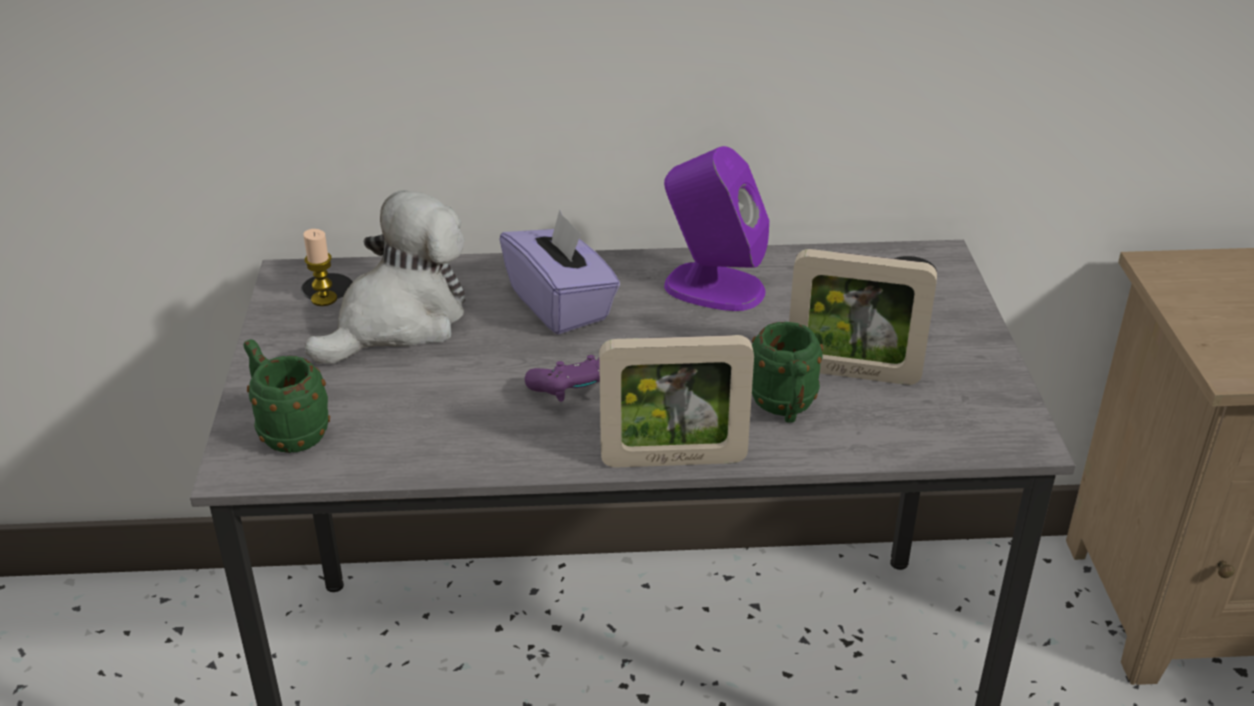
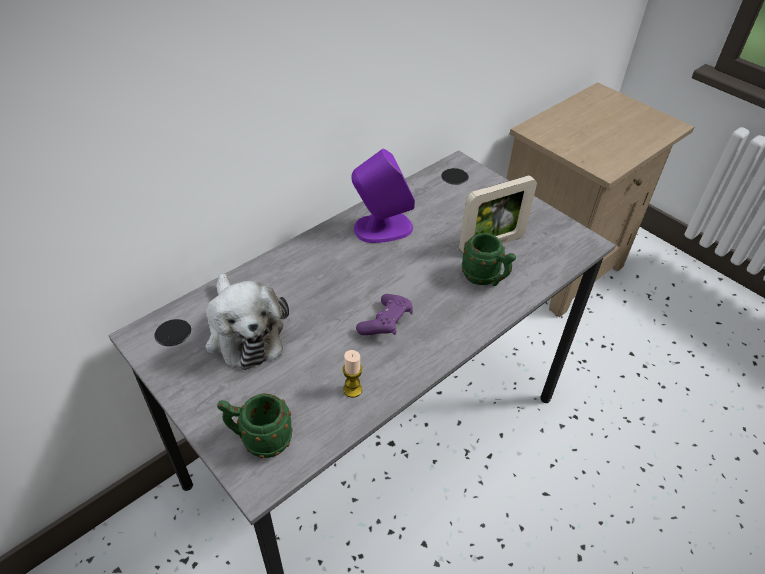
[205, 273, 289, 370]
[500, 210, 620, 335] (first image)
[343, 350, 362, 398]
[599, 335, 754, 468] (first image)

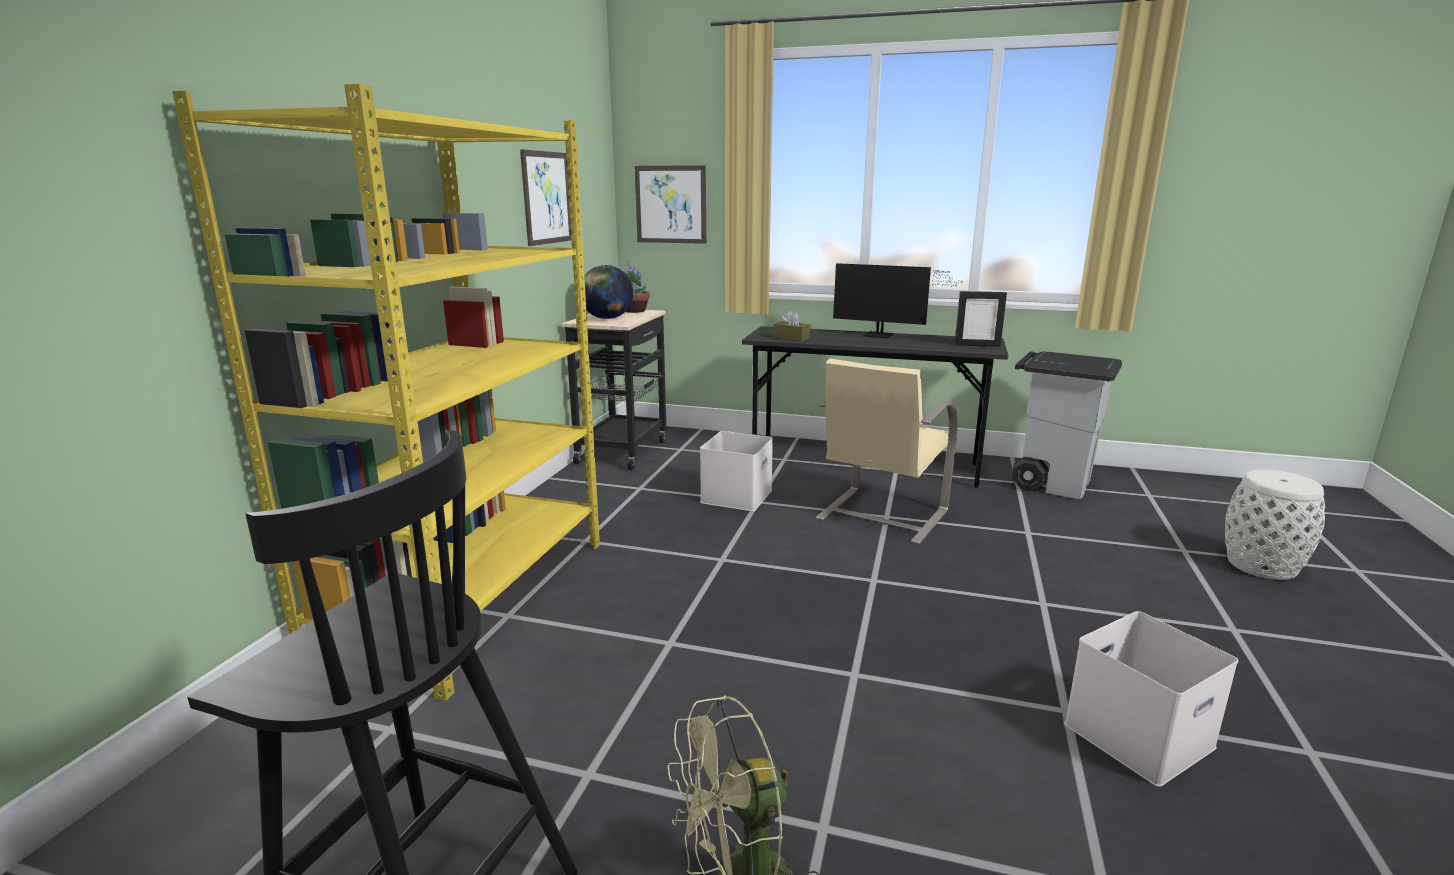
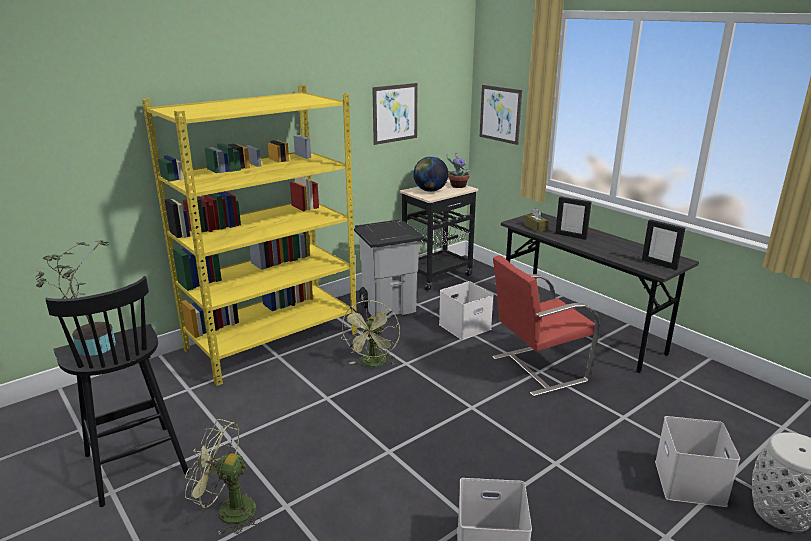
[833, 263, 959, 338] (first image)
[354, 220, 424, 318]
[492, 255, 600, 397]
[555, 197, 591, 240]
[35, 240, 116, 356]
[341, 300, 400, 367]
[655, 416, 740, 507]

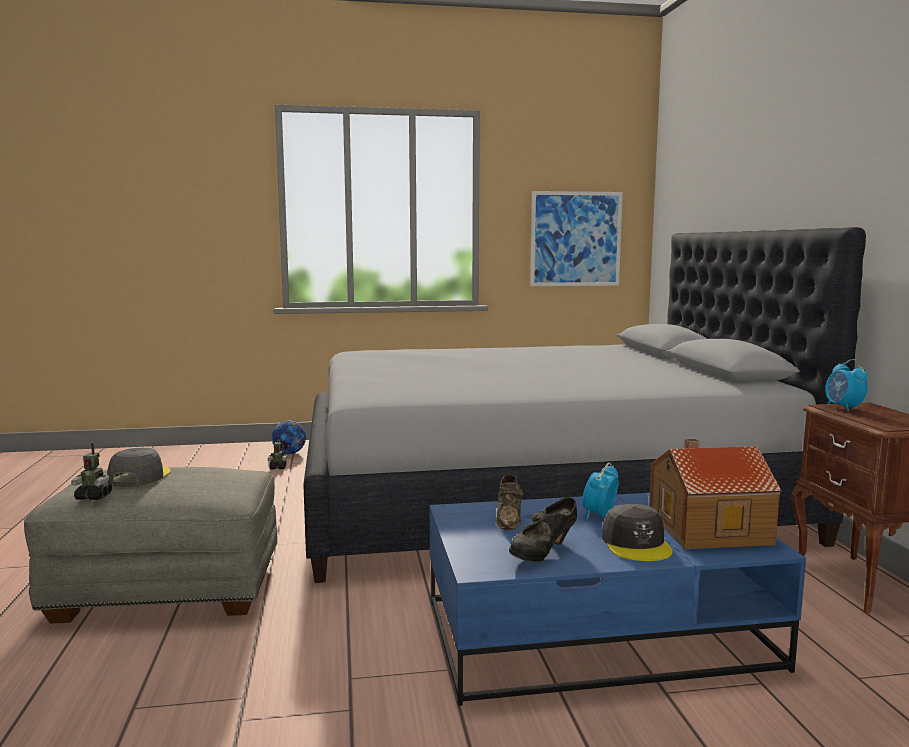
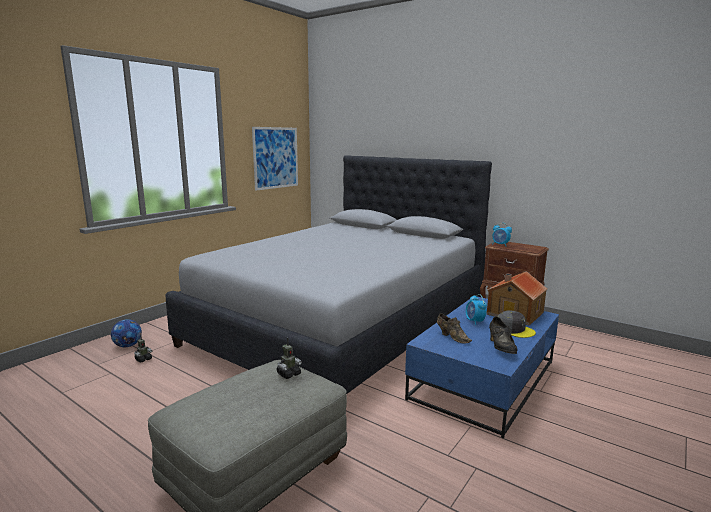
[276, 338, 302, 379]
[107, 448, 171, 487] (first image)

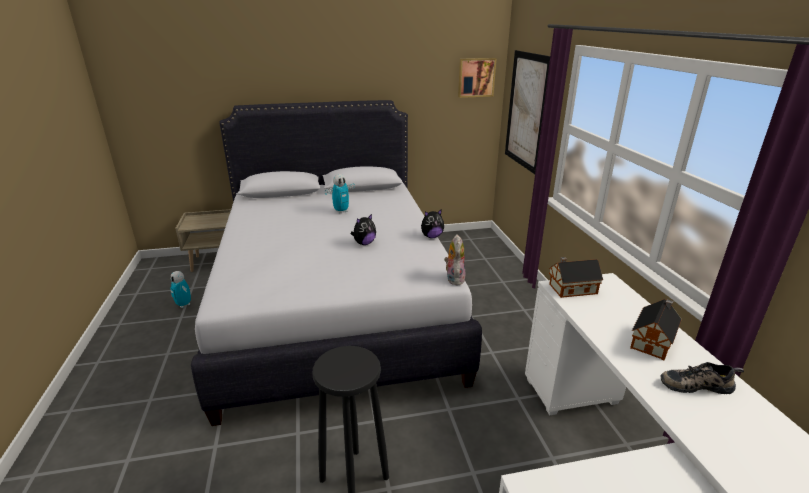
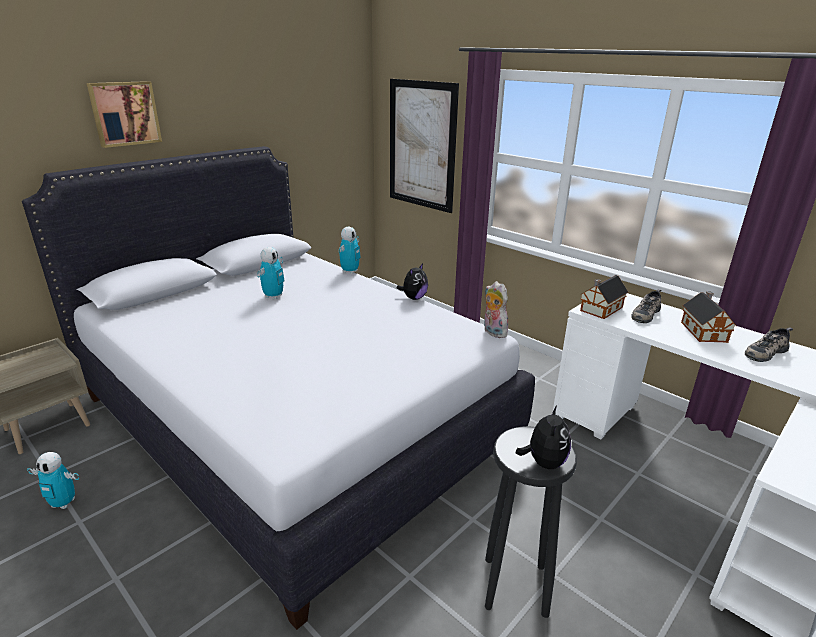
[87, 81, 162, 148]
[516, 405, 571, 469]
[339, 227, 361, 274]
[631, 289, 661, 323]

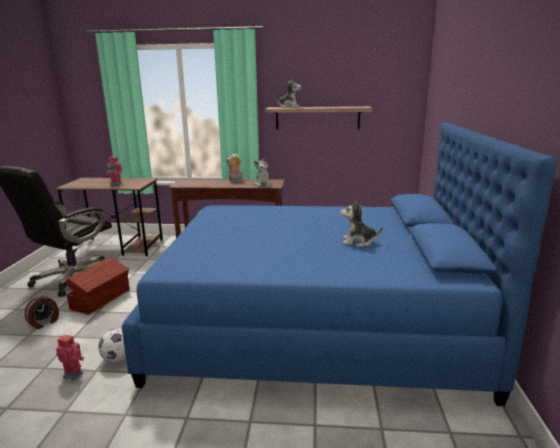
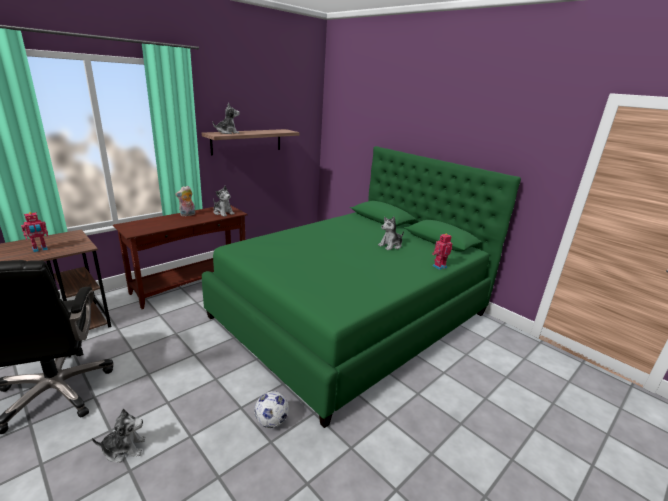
[202, 146, 521, 428]
[66, 257, 130, 315] (first image)
[92, 409, 146, 463]
[432, 233, 452, 270]

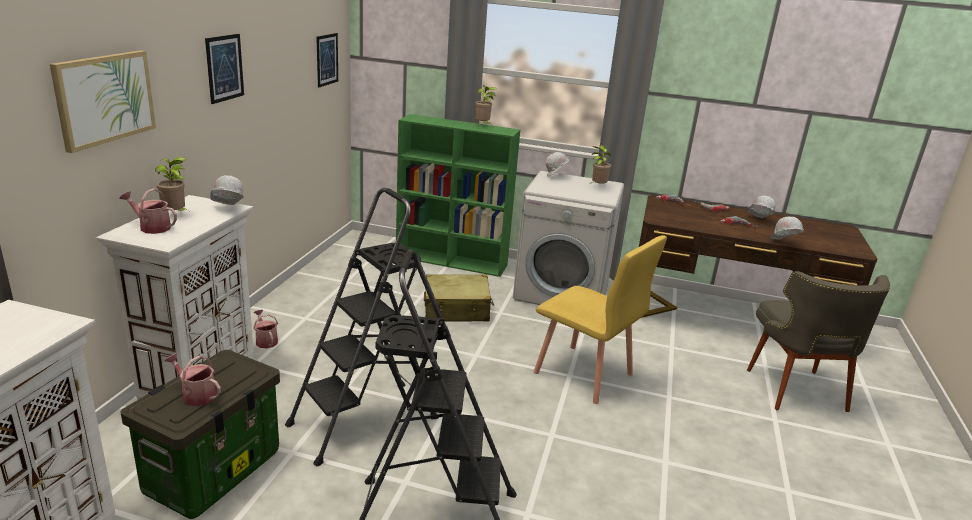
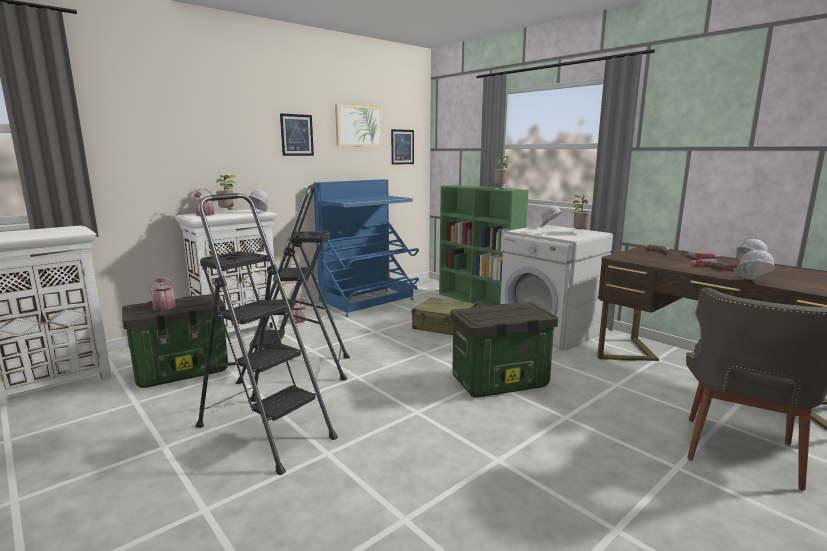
[335, 104, 382, 146]
[450, 302, 558, 398]
[313, 179, 419, 317]

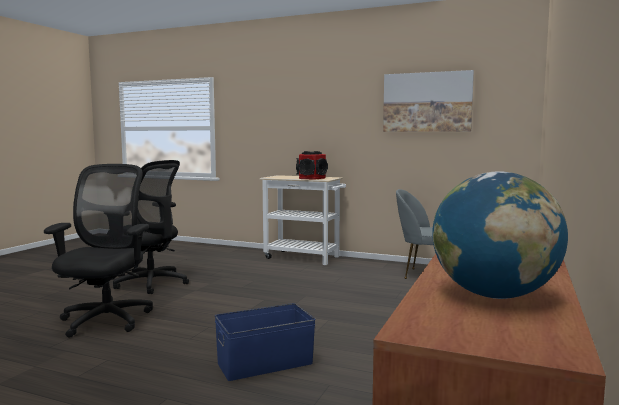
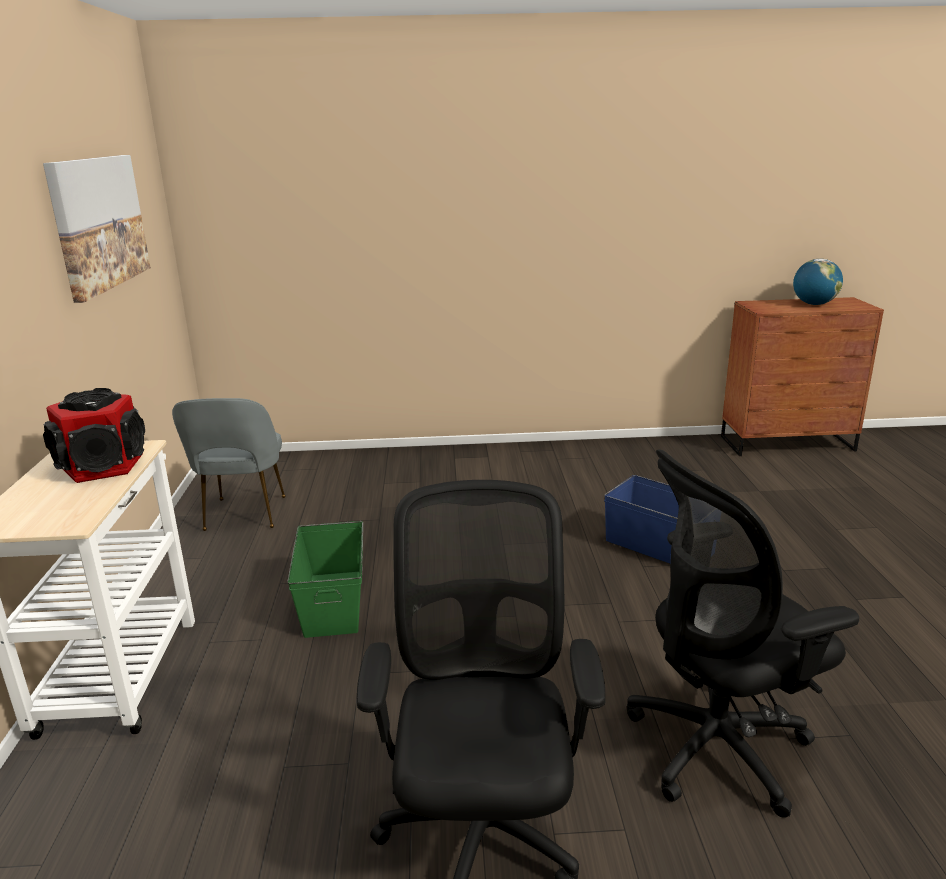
[287, 521, 363, 638]

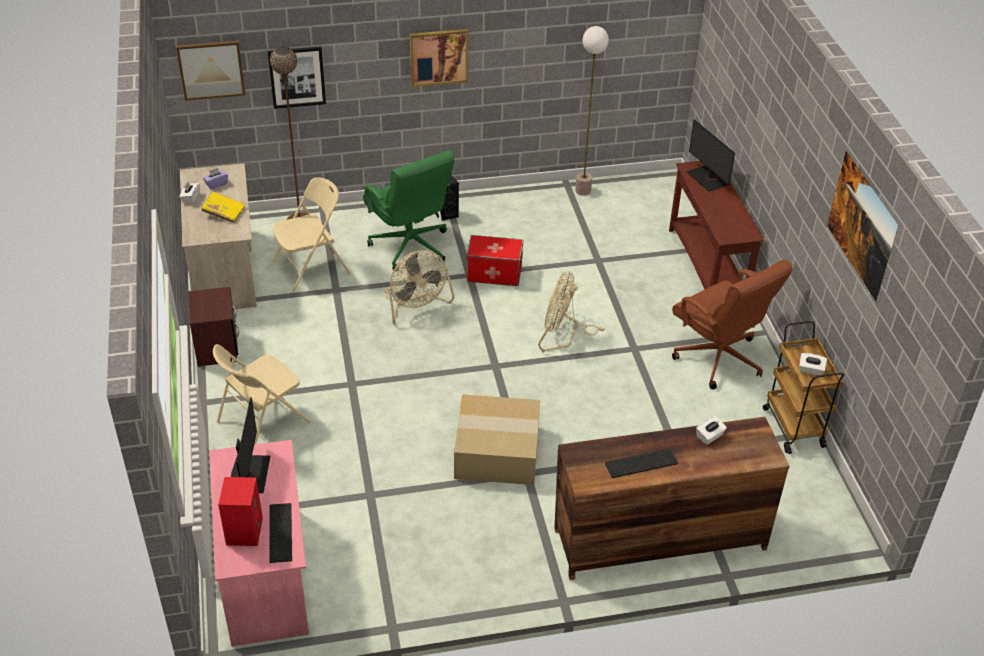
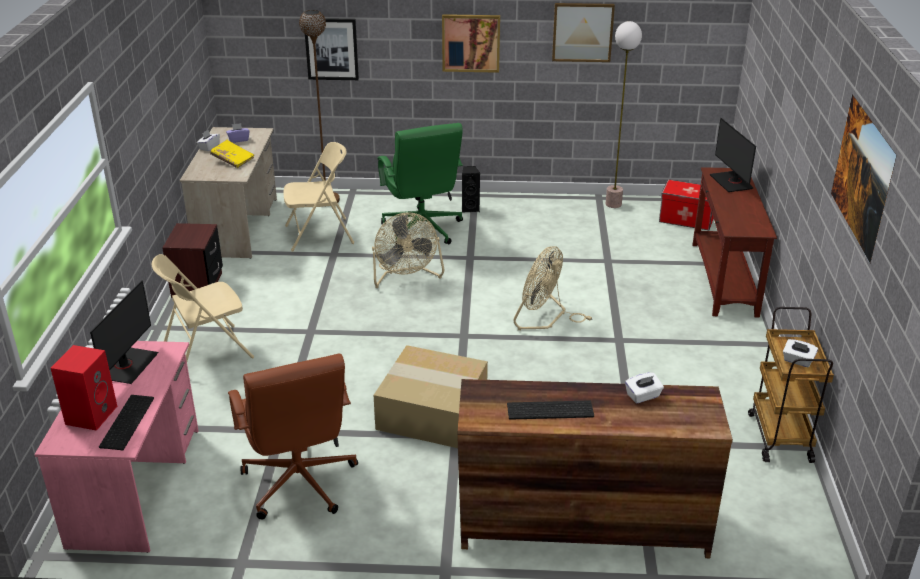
[552, 3, 615, 62]
[659, 179, 714, 230]
[228, 354, 358, 520]

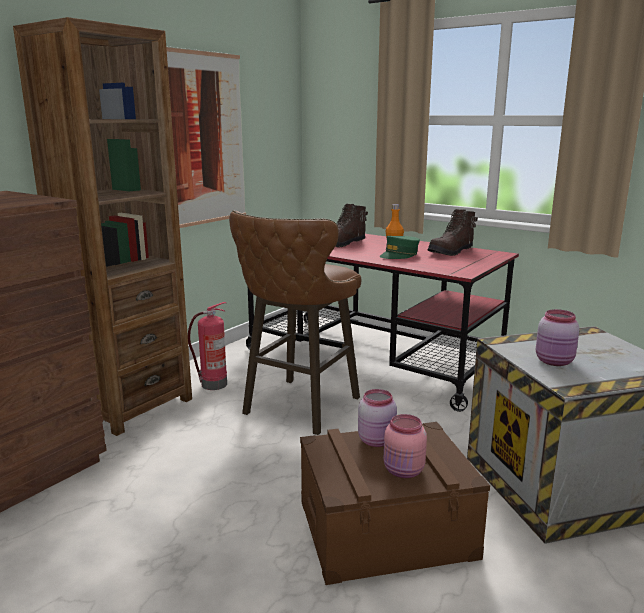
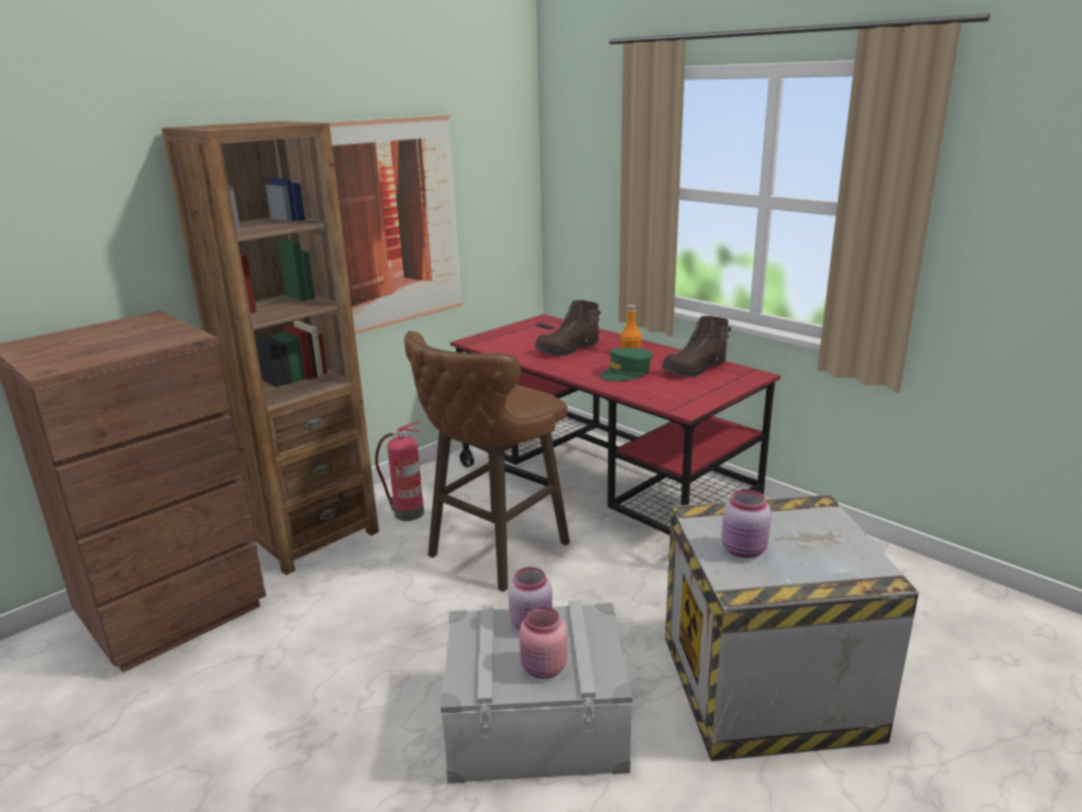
[441, 600, 633, 784]

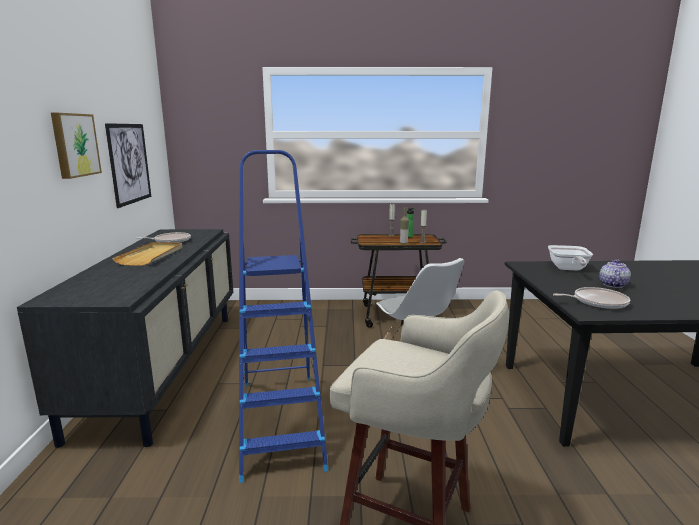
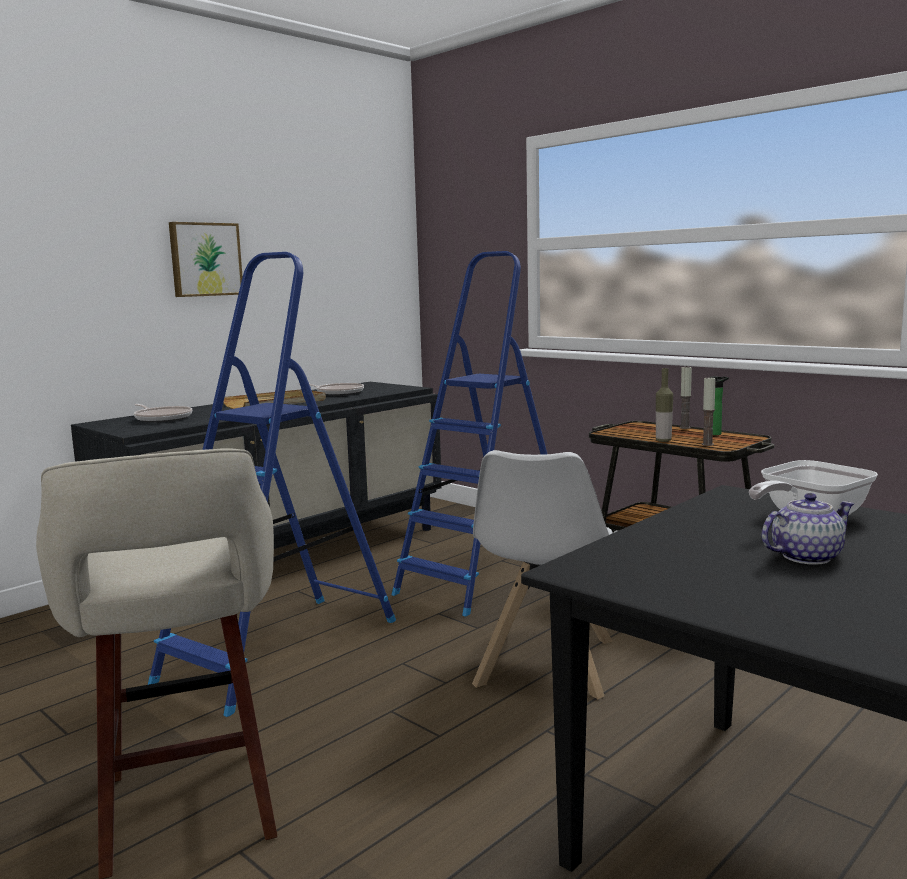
[105, 123, 151, 208] (first image)
[134, 404, 192, 423]
[392, 251, 547, 616]

